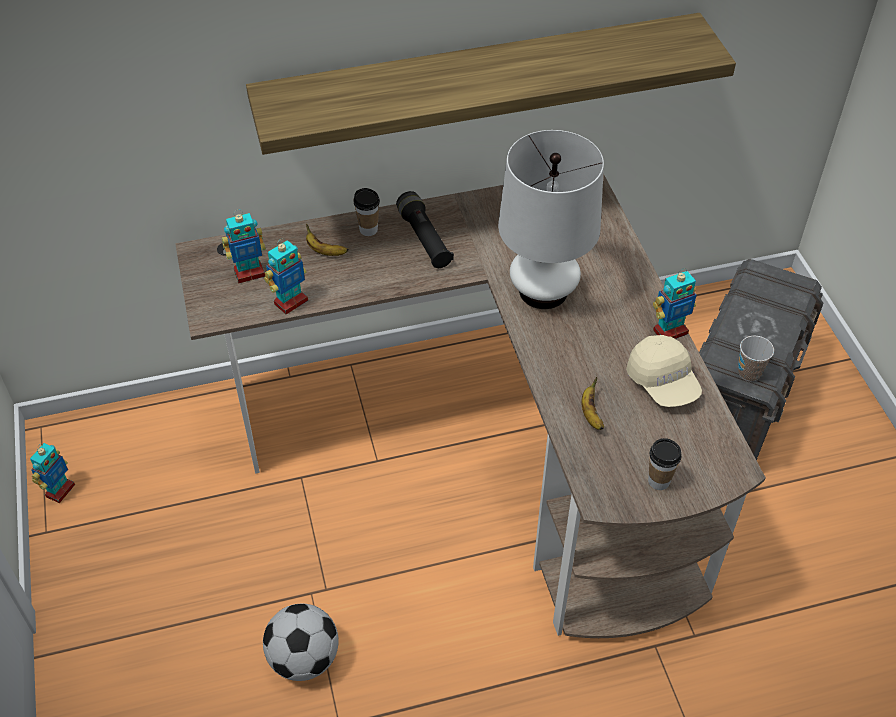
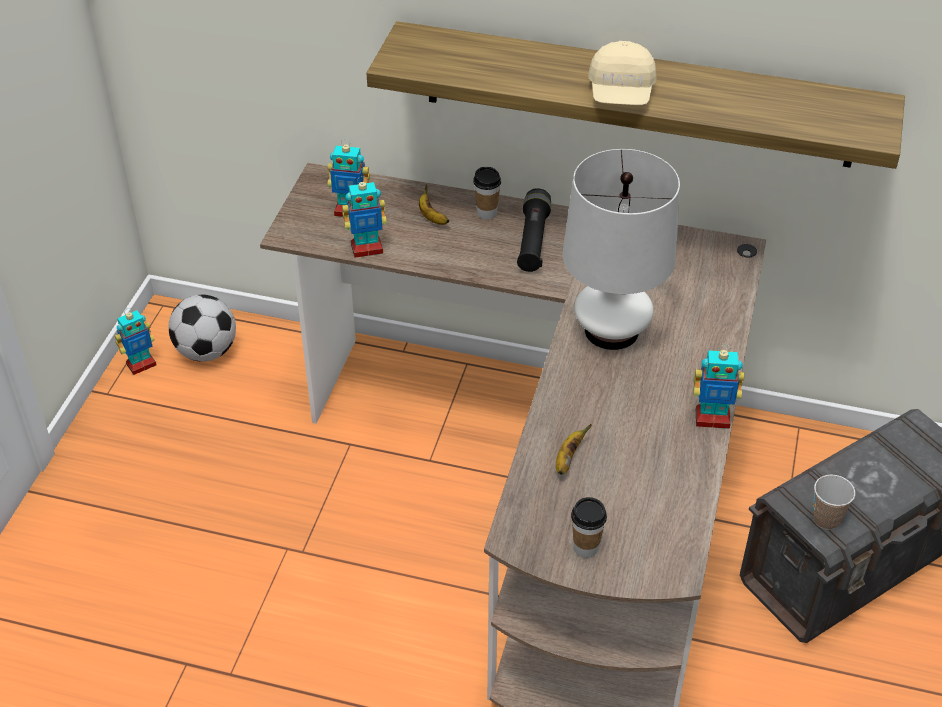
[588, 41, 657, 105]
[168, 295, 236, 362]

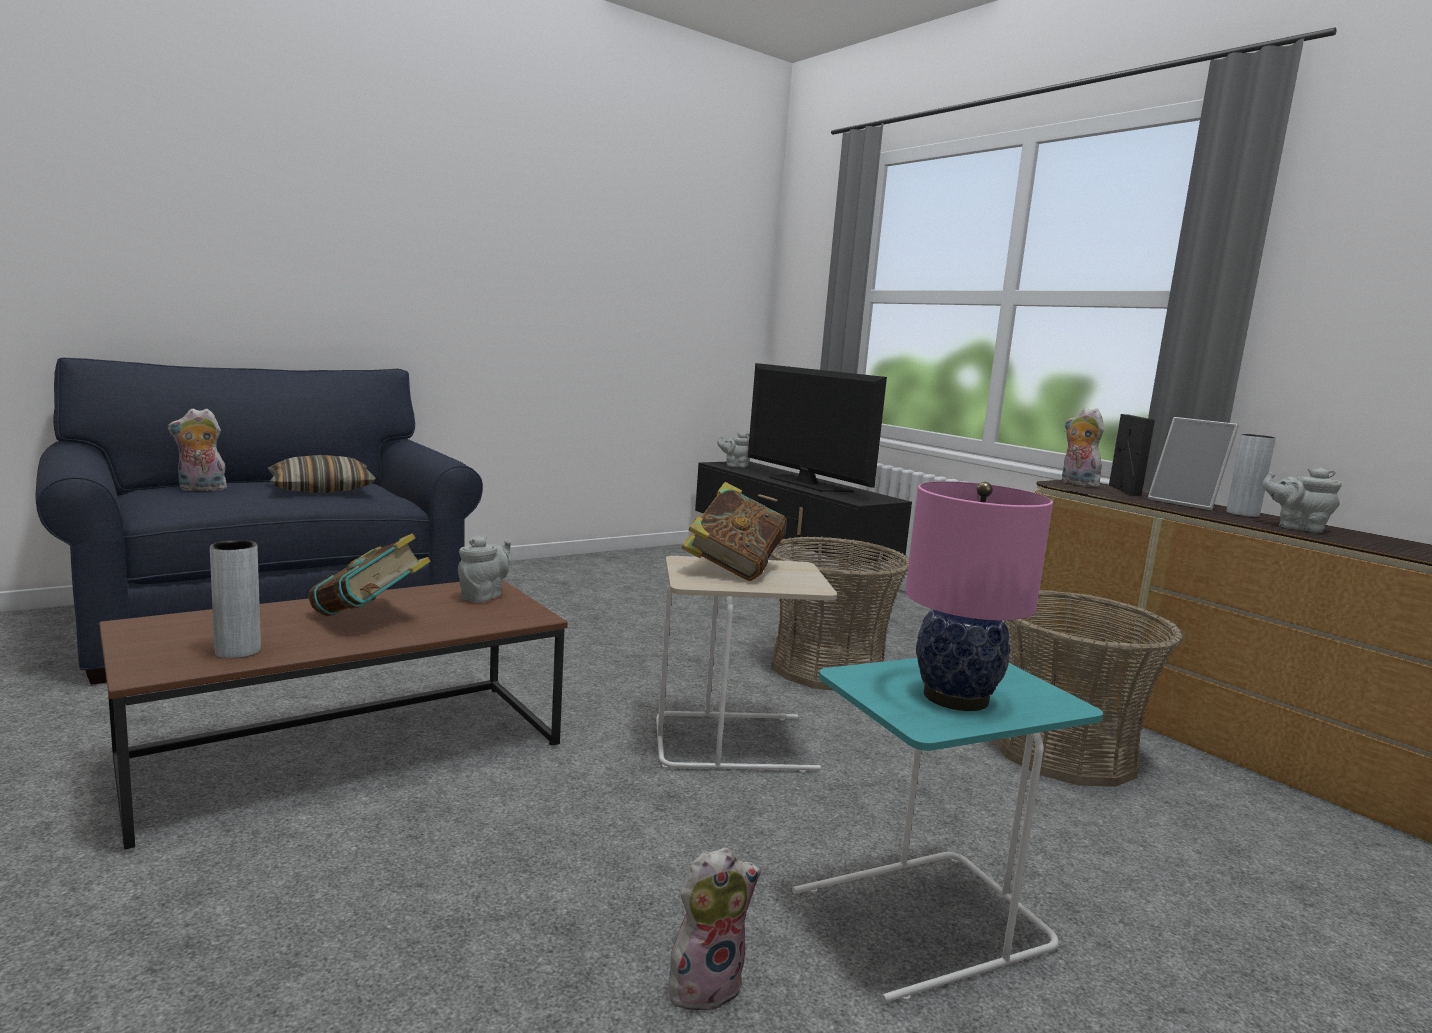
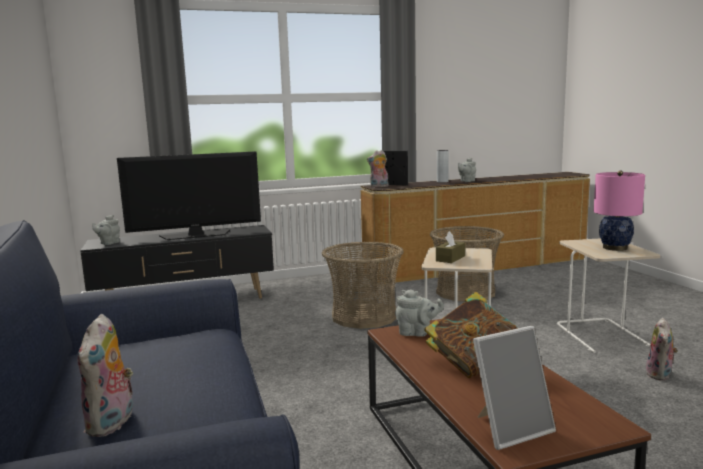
[473, 326, 556, 450]
[268, 455, 376, 493] (first image)
[436, 231, 465, 263]
[395, 289, 444, 337]
[210, 540, 261, 658] (first image)
[557, 238, 660, 353]
[645, 318, 678, 381]

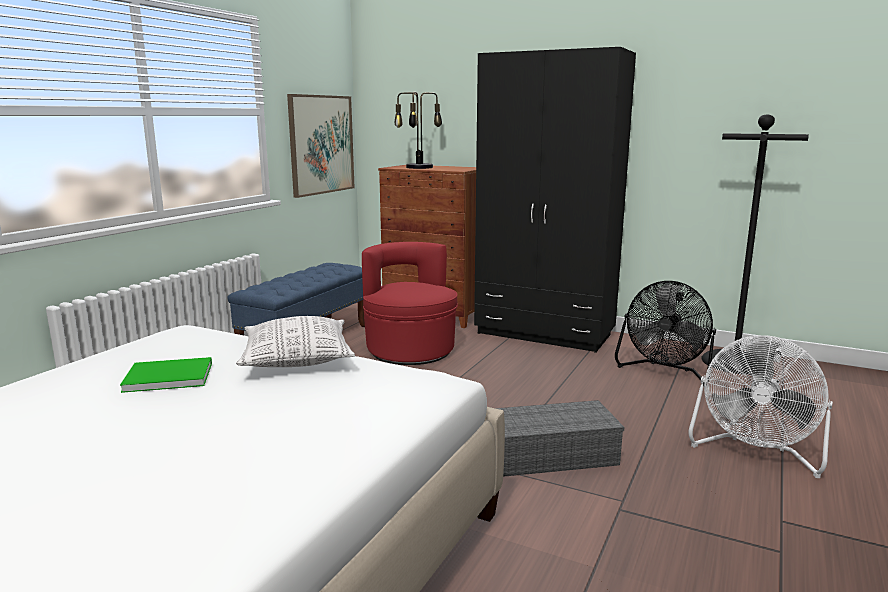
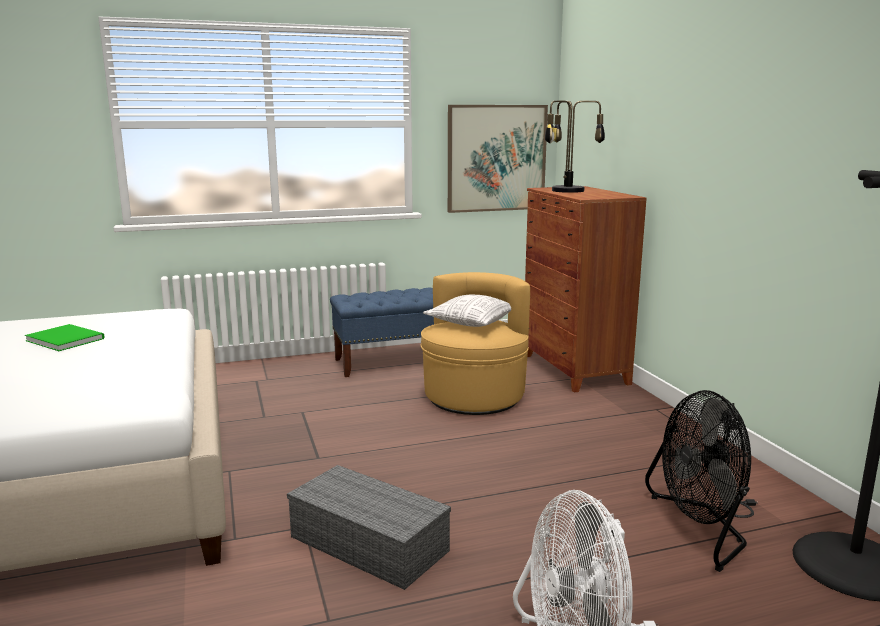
[474, 47, 636, 353] (first image)
[421, 272, 530, 415]
[423, 295, 511, 327]

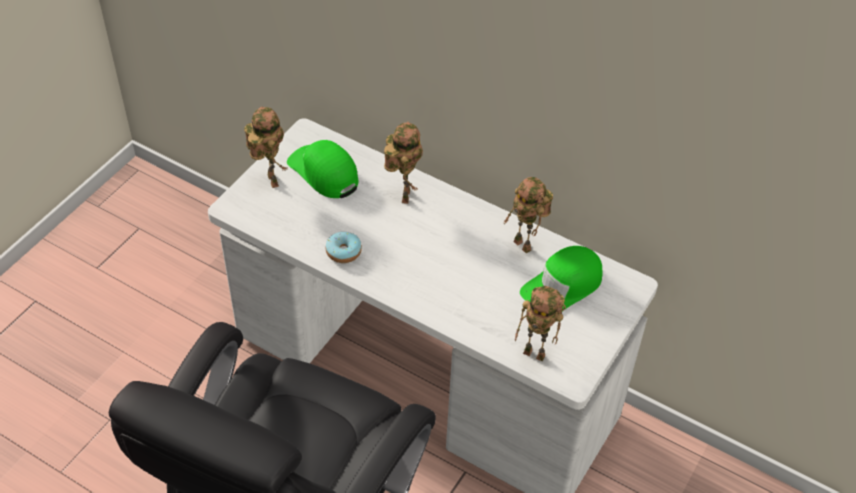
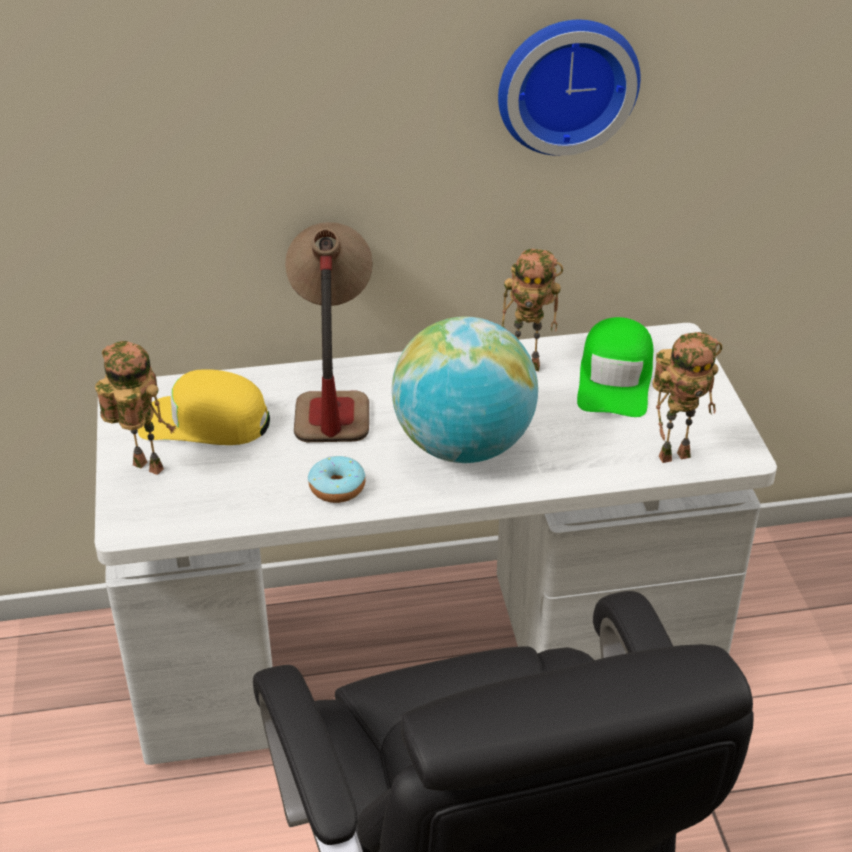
[285, 222, 373, 442]
[138, 369, 270, 445]
[498, 20, 640, 156]
[392, 317, 538, 463]

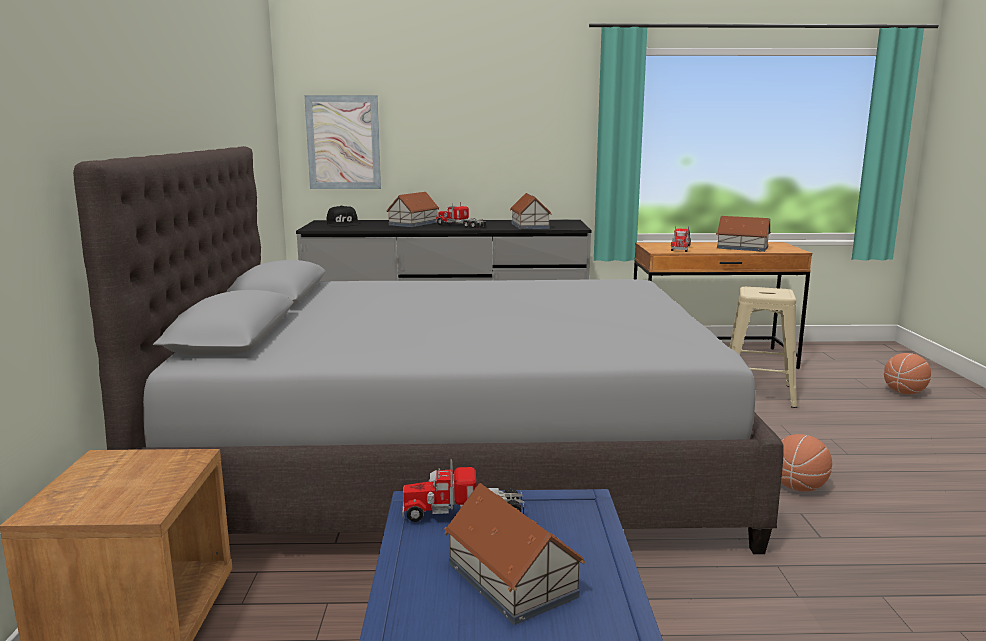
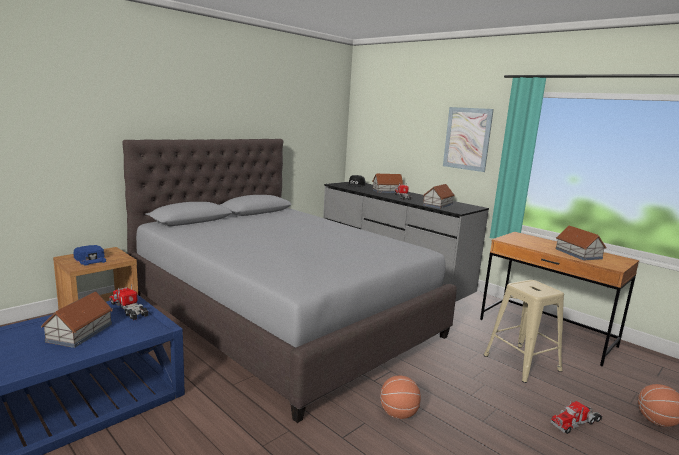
[443, 107, 494, 172]
[551, 400, 602, 434]
[73, 245, 106, 266]

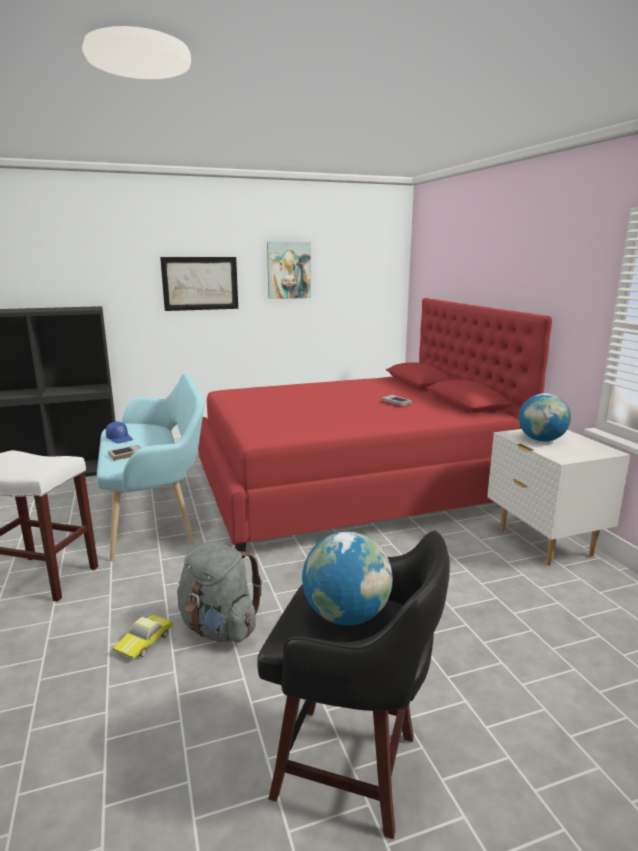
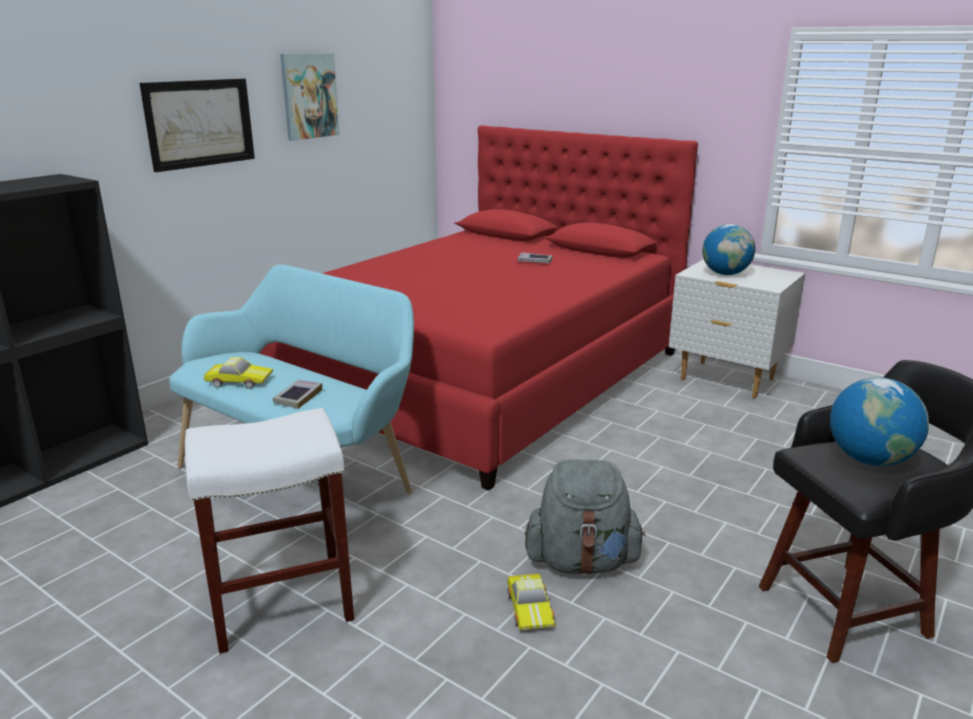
[204, 357, 273, 389]

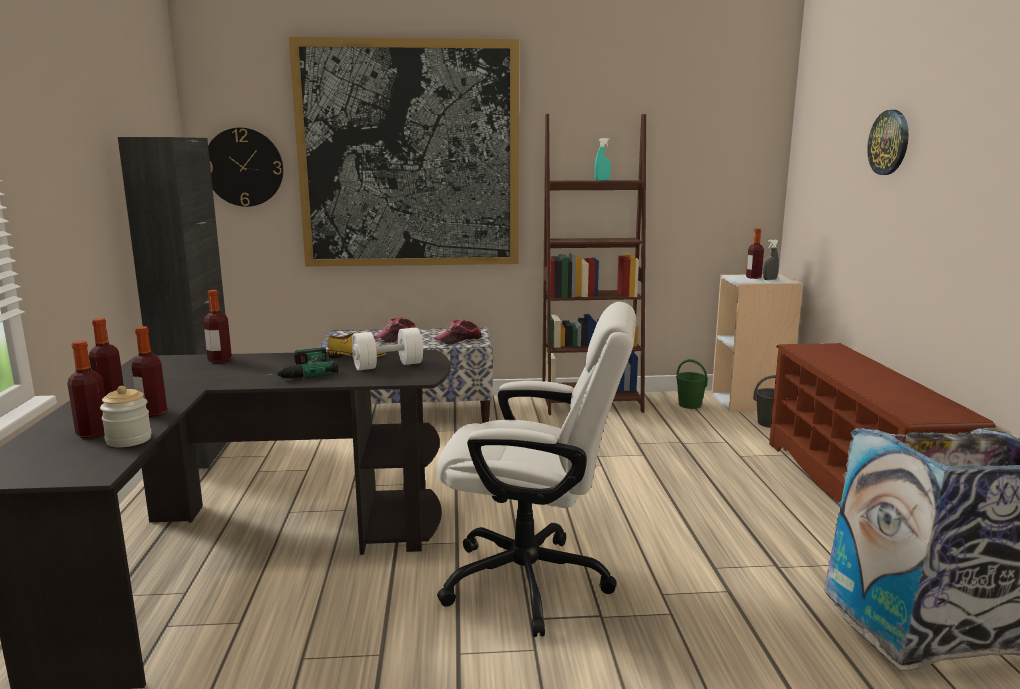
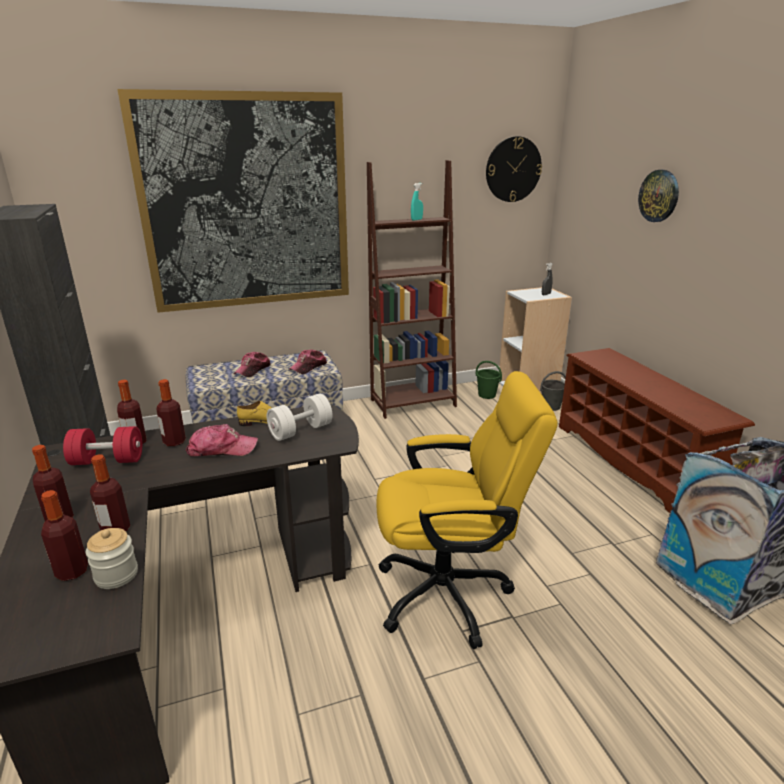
[486, 136, 542, 202]
[156, 379, 186, 446]
[376, 371, 558, 649]
[186, 424, 258, 456]
[63, 426, 142, 465]

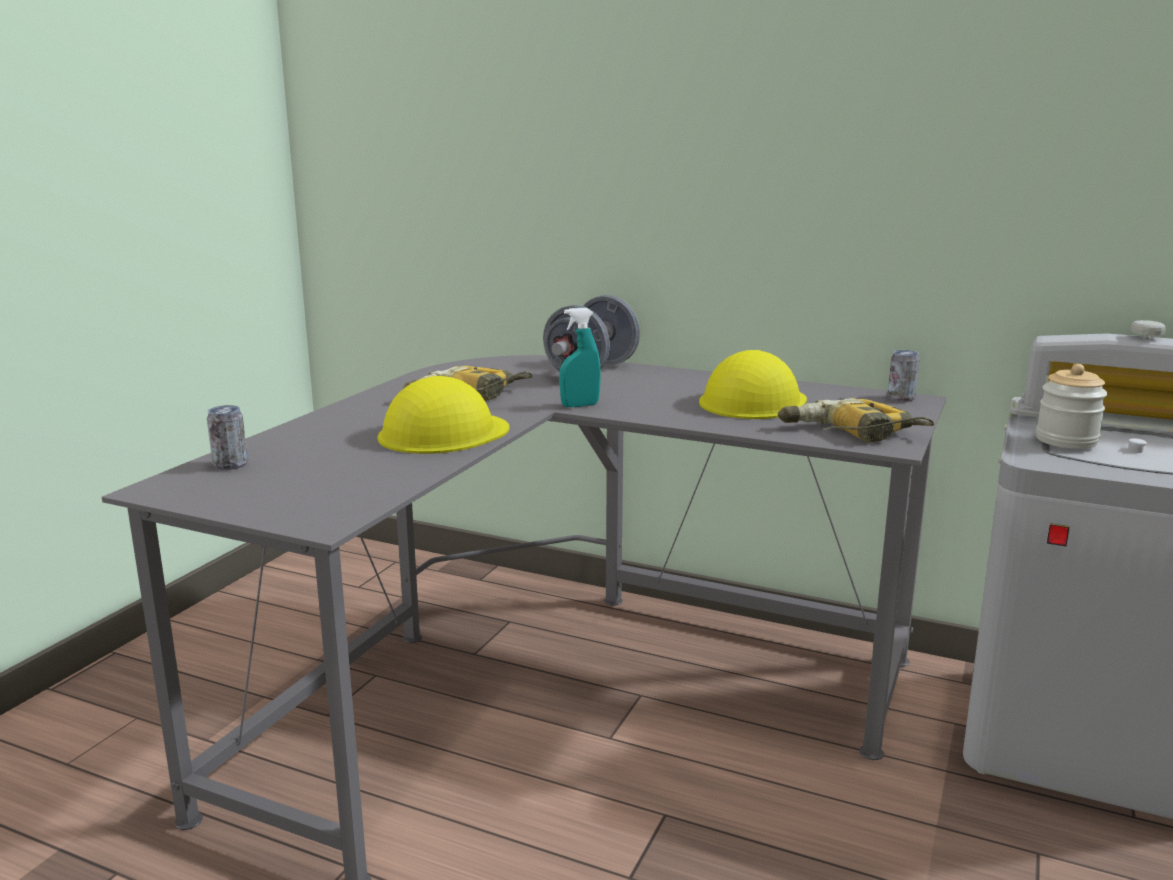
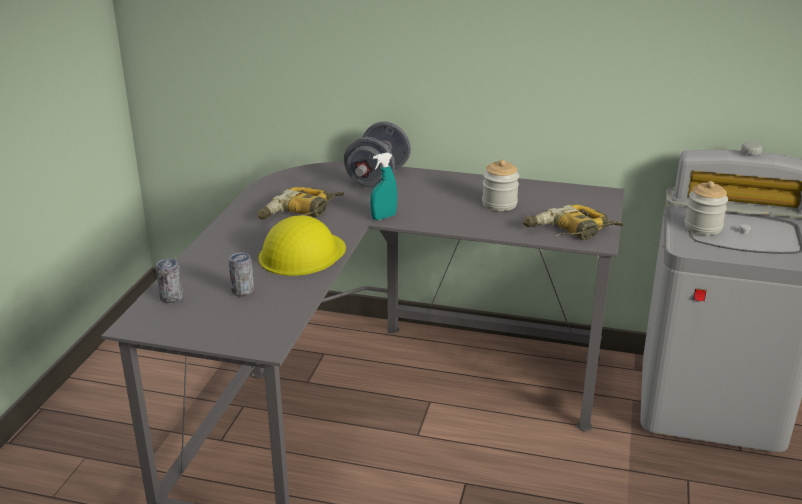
[482, 159, 519, 211]
[229, 252, 254, 297]

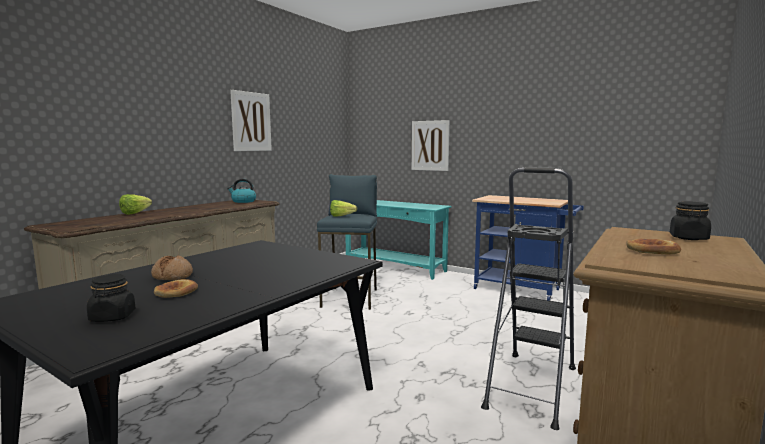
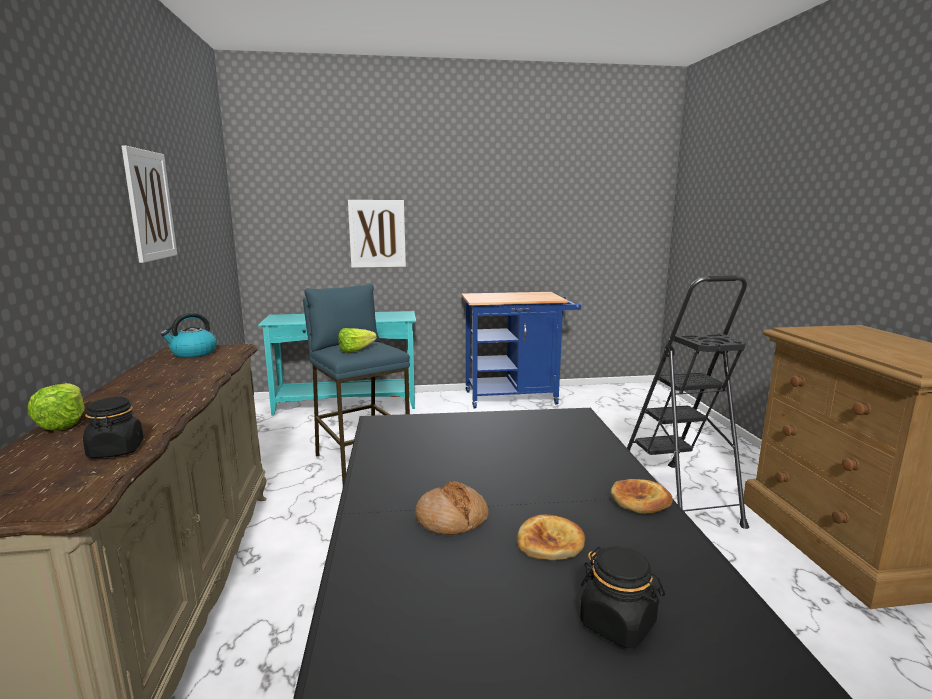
[83, 396, 144, 458]
[610, 479, 673, 514]

